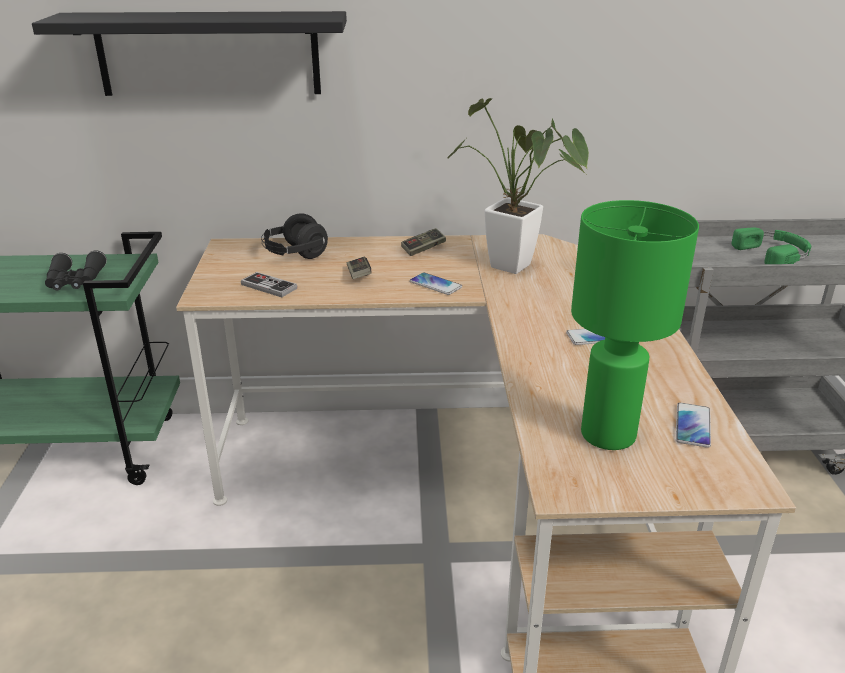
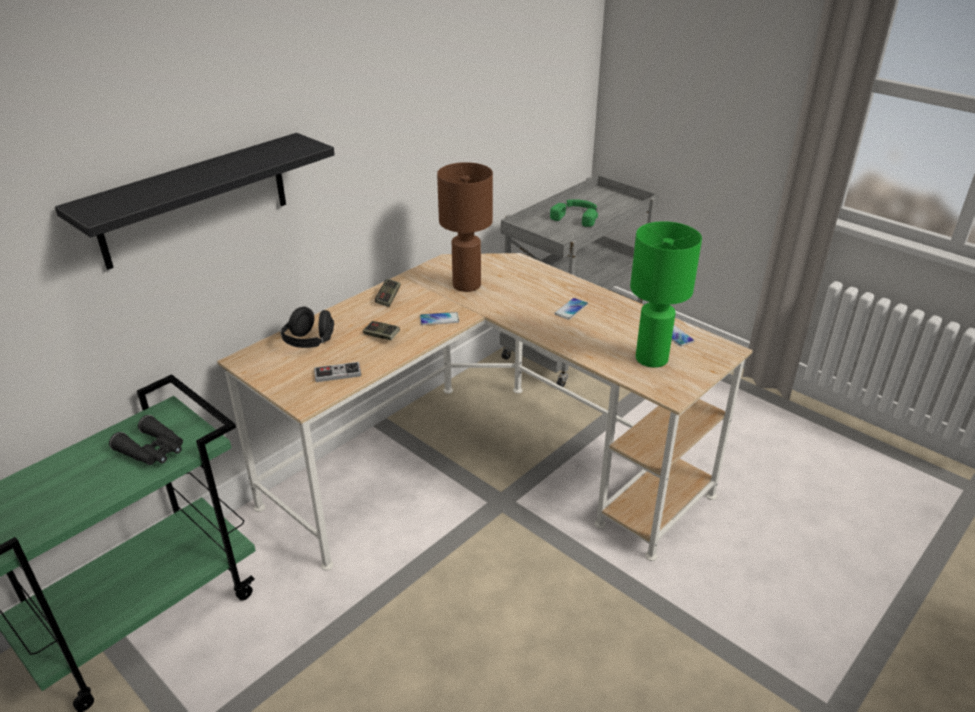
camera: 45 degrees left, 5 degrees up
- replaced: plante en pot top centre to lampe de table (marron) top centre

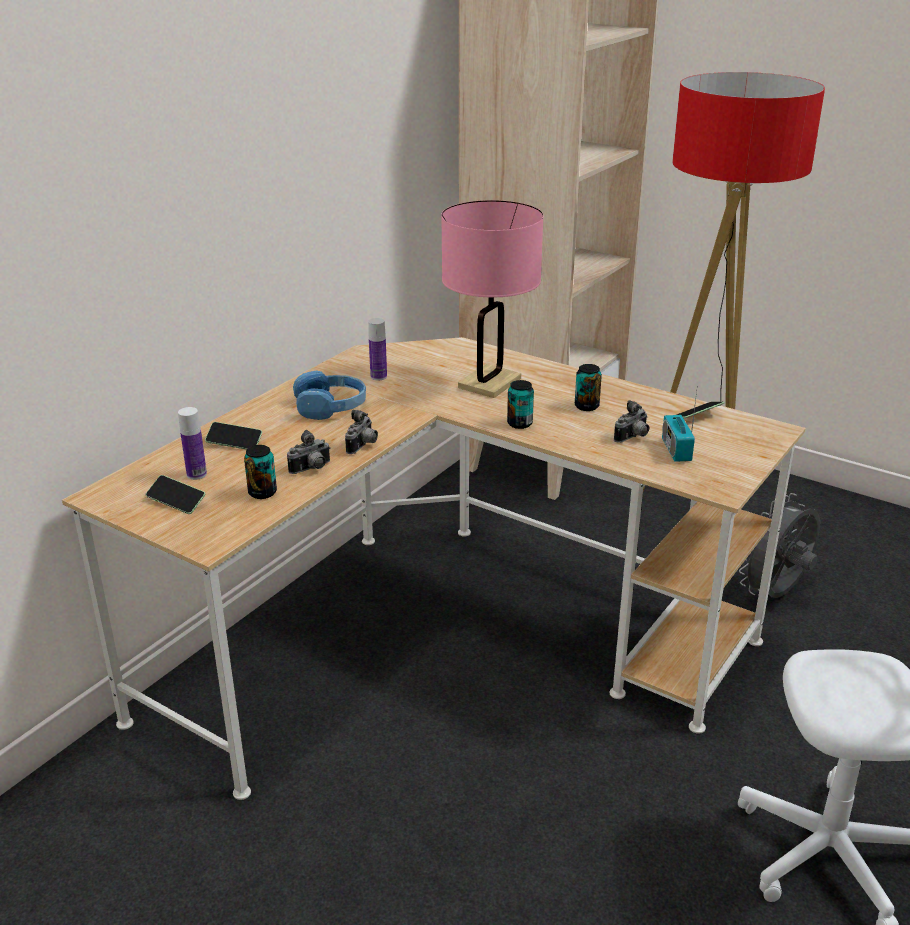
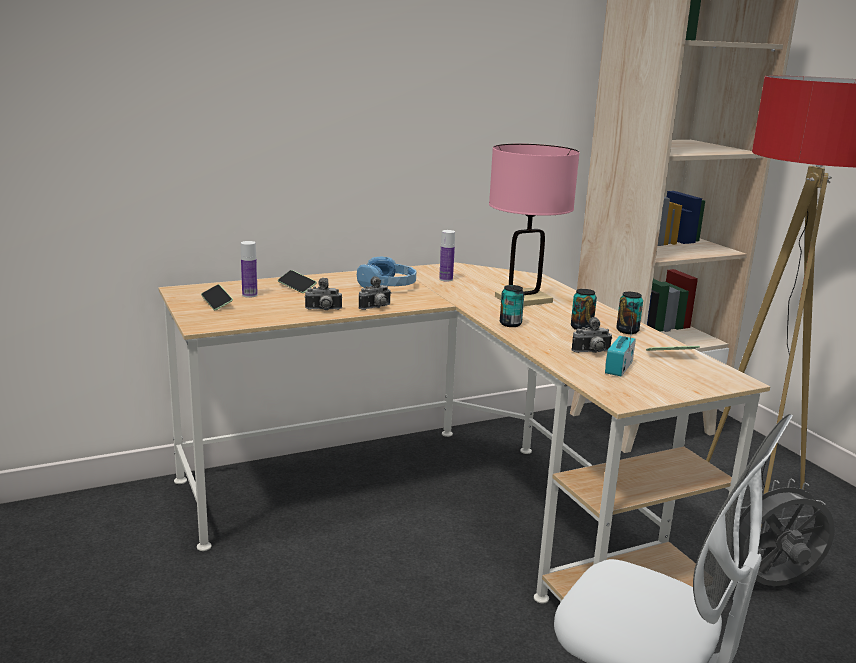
camera: 30 degrees right, 10 degrees down
- moved: boîte métallique (1st from left in the first image) middle left to boîte métallique (3rd from left) middle right

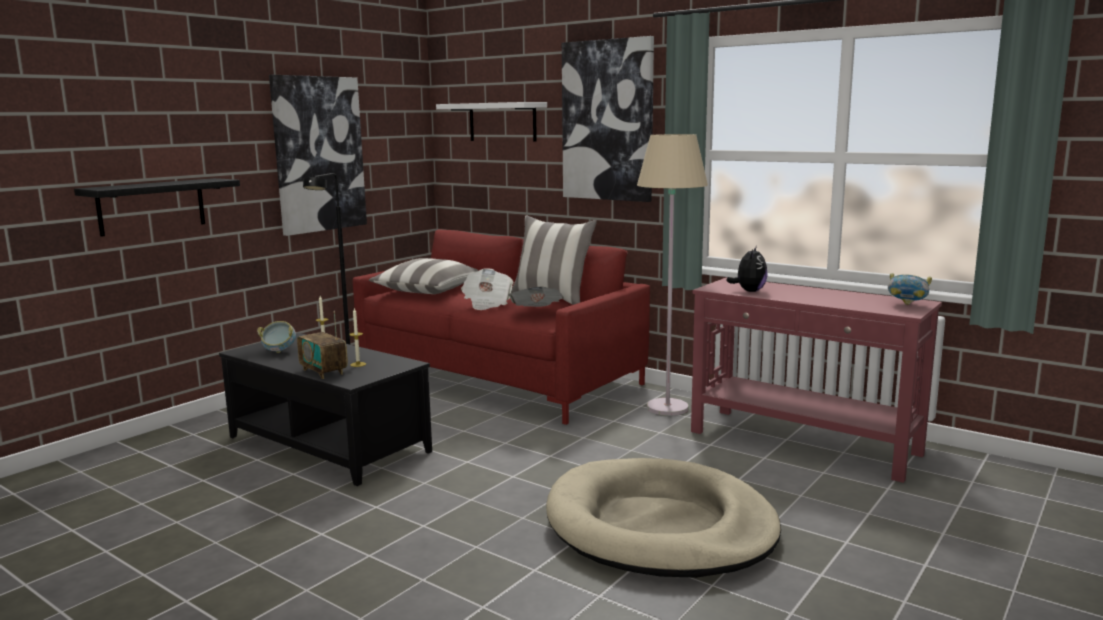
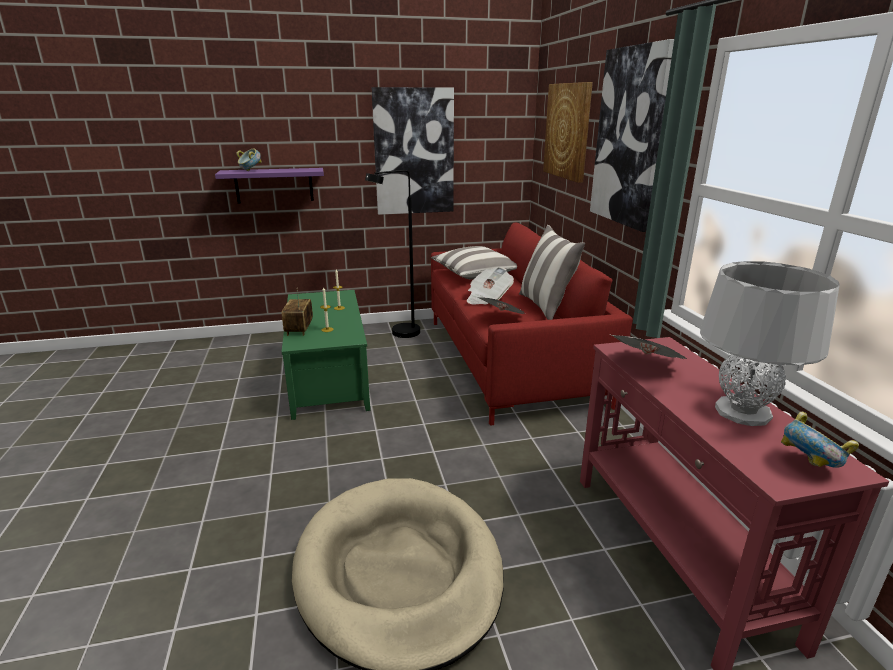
camera: 40 degrees right, 10 degrees up
- removed: lampadaire (beige) centre
- added: lampe de table (gris) middle right
- moved: bol (1st from left) middle left to top left
- replaced: étagère (blanc) top centre to tableau (2nd from left) top centre
- replaced: peluche middle right to journal (3rd from left) middle right
- recoloured: étagère (noir) middle left to étagère (violet) top left
- recoloured: table basse (noir) middle left to table basse (vert) centre

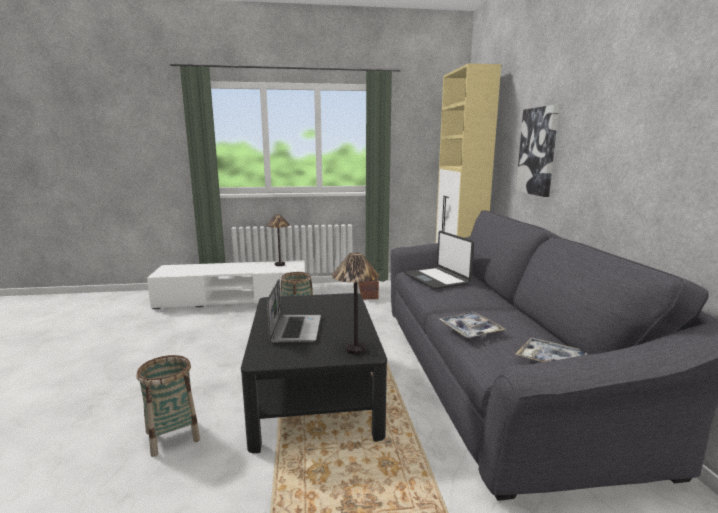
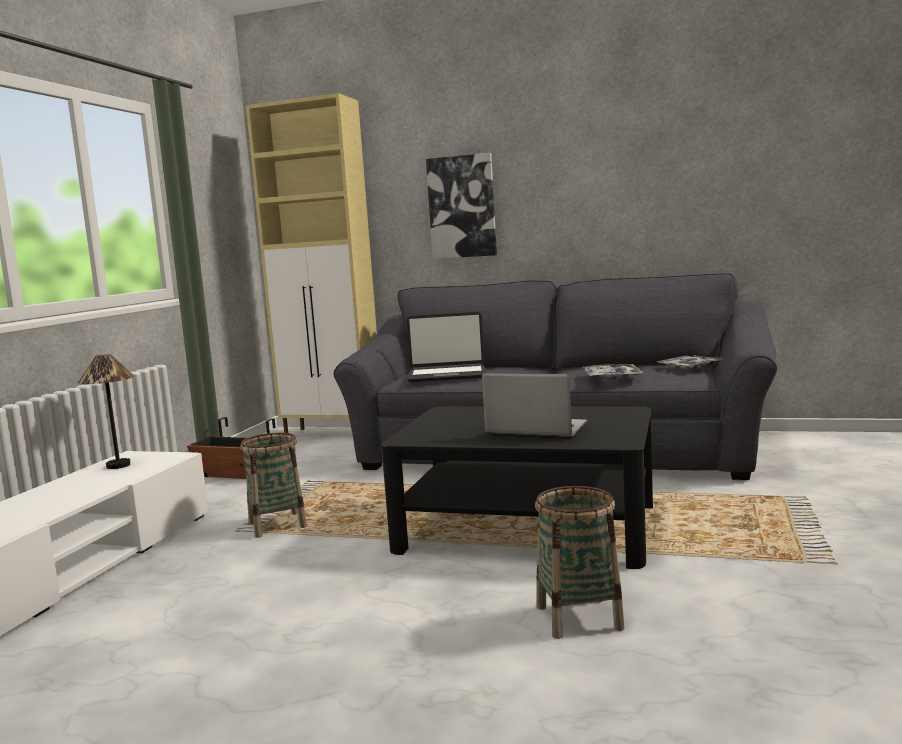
camera: 65 degrees left, 5 degrees down
- removed: lampe de table (2nd from left) centre

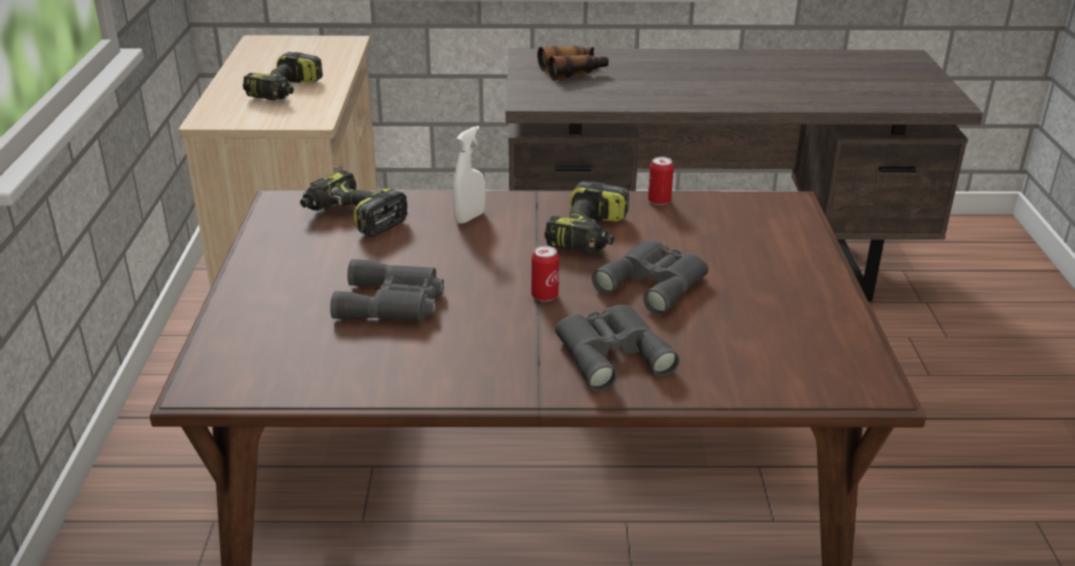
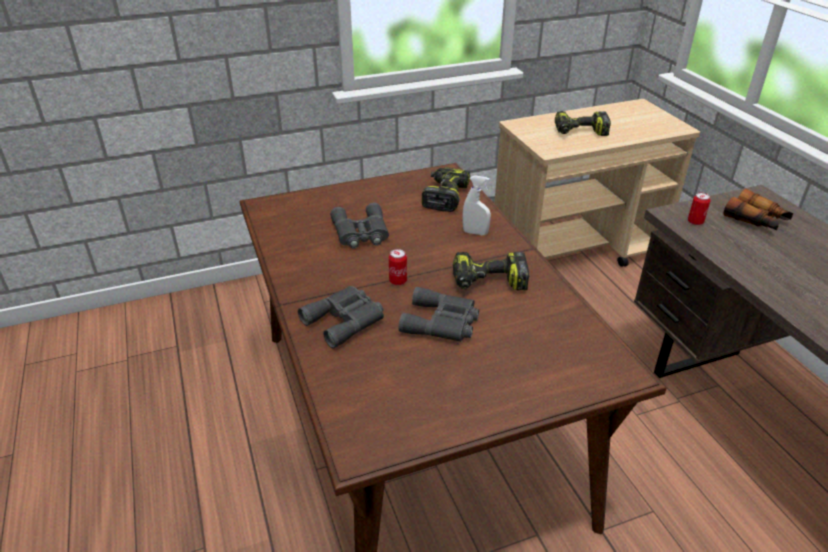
camera: 70 degrees right, 5 degrees up
- moved: boîte métallique (2nd from left) top centre to middle right

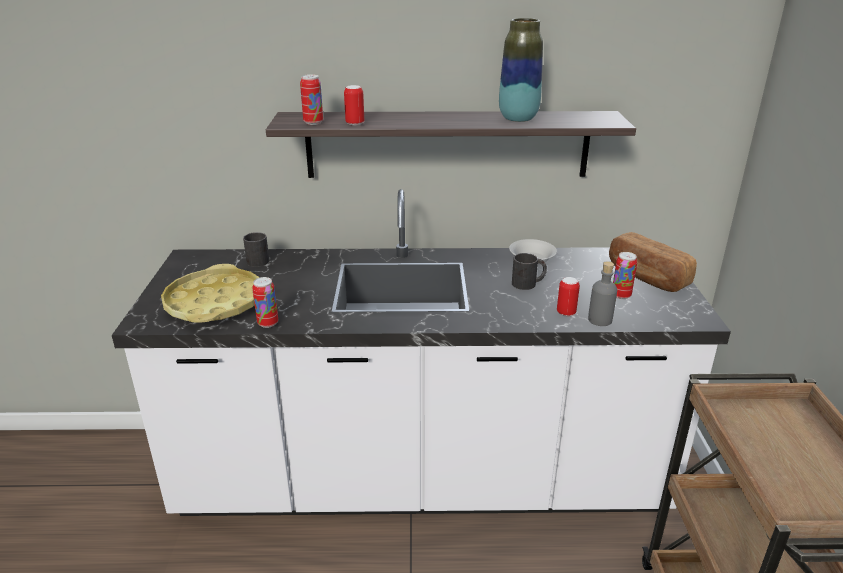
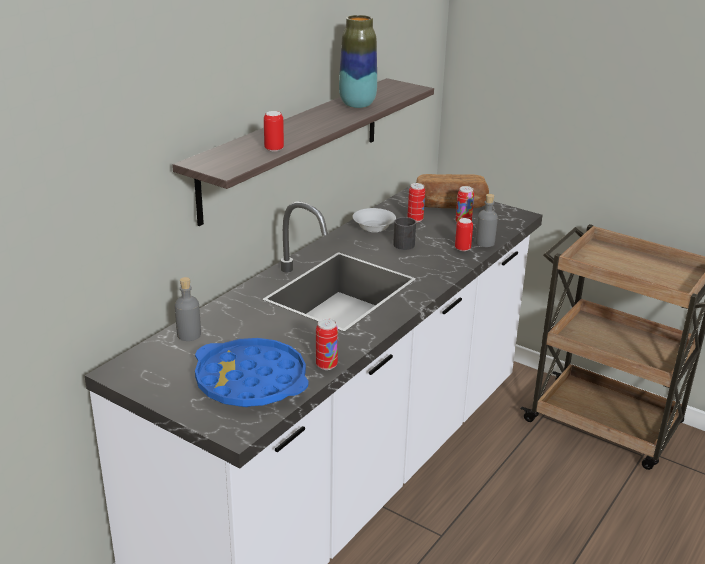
camera: 55 degrees left, 0 degrees up
- moved: boîte métallique (2nd from left in the first image) top centre to boîte métallique (3rd from left) centre
- replaced: mug (noir) (1st from left) middle left to bouteille (gris) (1st from left) middle left
- recoloured: plateau (jaune) middle left to plateau (bleu) centre

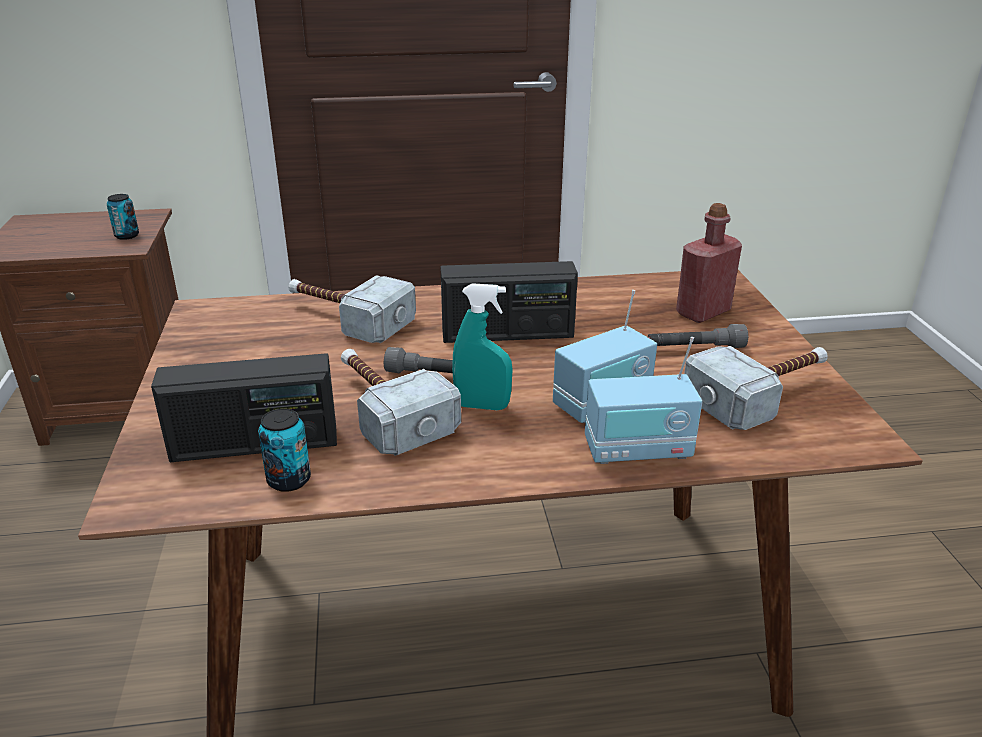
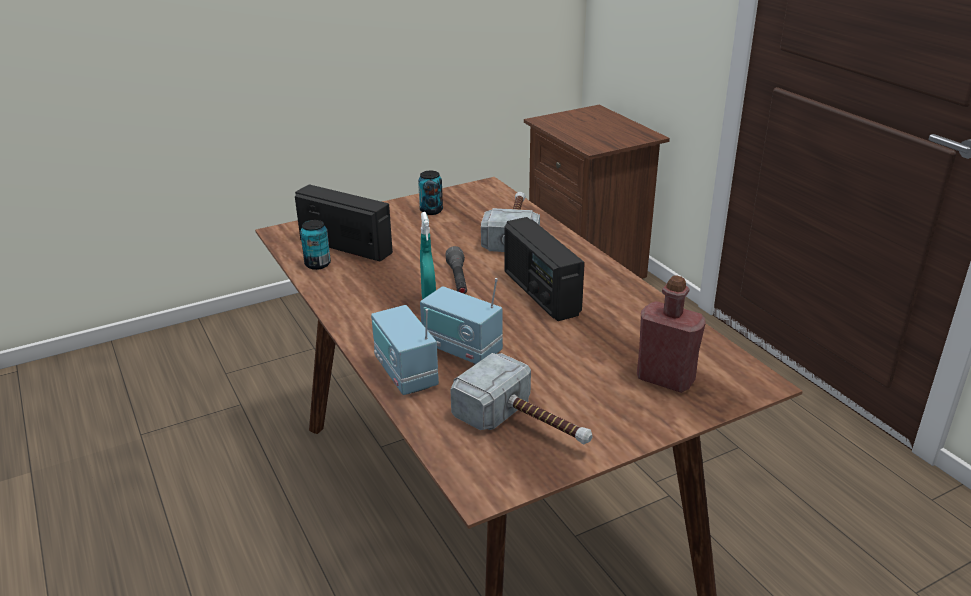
camera: 70 degrees right, 0 degrees up
- removed: marteau (2nd from left) centre
- removed: lampe de poche (gris) (2nd from left) middle right
- moved: boîte métallique (1st from left in the first image) top left to boîte métallique (2nd from left) top centre
- turned: radio (1st from left) middle left = centre 150 degrees clockwise

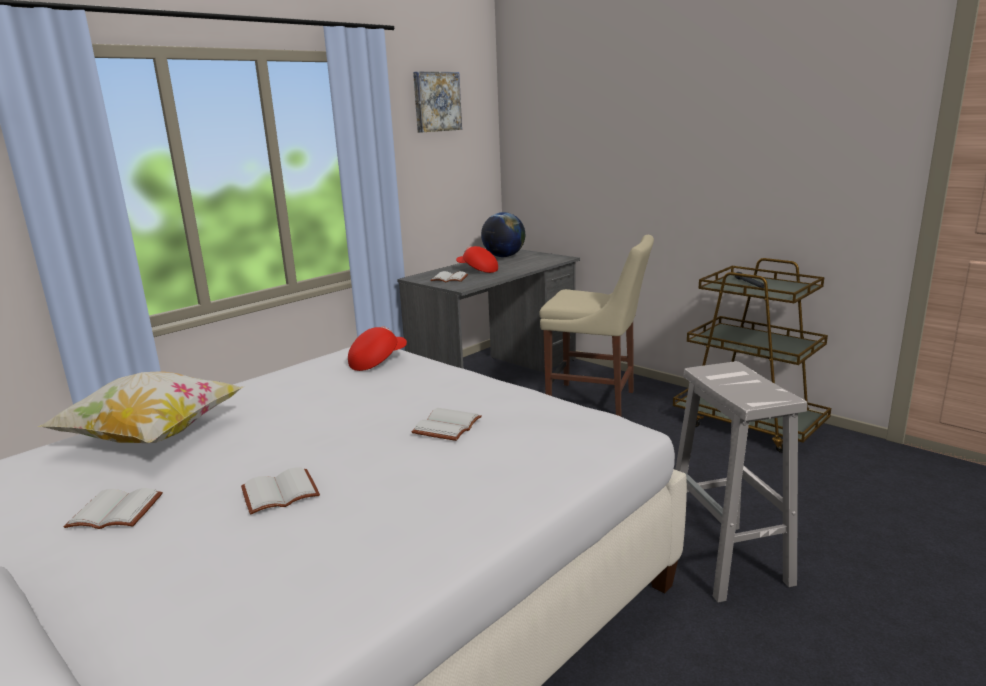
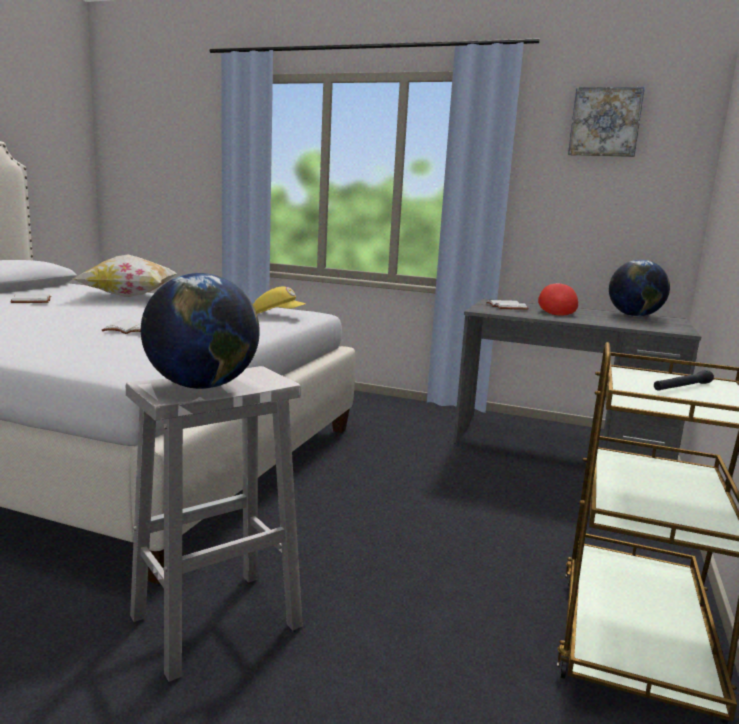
camera: 65 degrees right, 5 degrees down
- removed: livre (blanc) (2nd from left) bottom left
- removed: chaise (beige) centre
- added: globe (1st from left) middle left
- recoloured: casquette (rouge) (1st from left) centre to casquette (jaune) centre

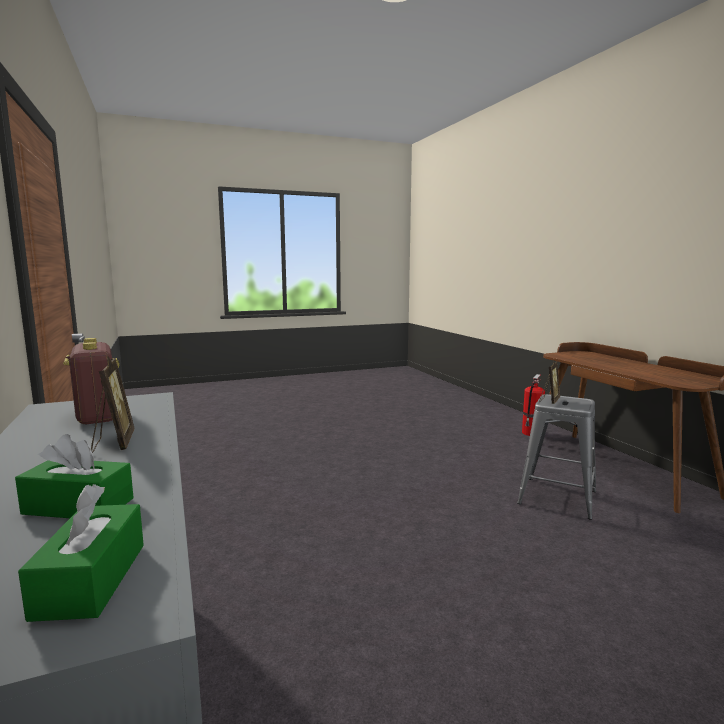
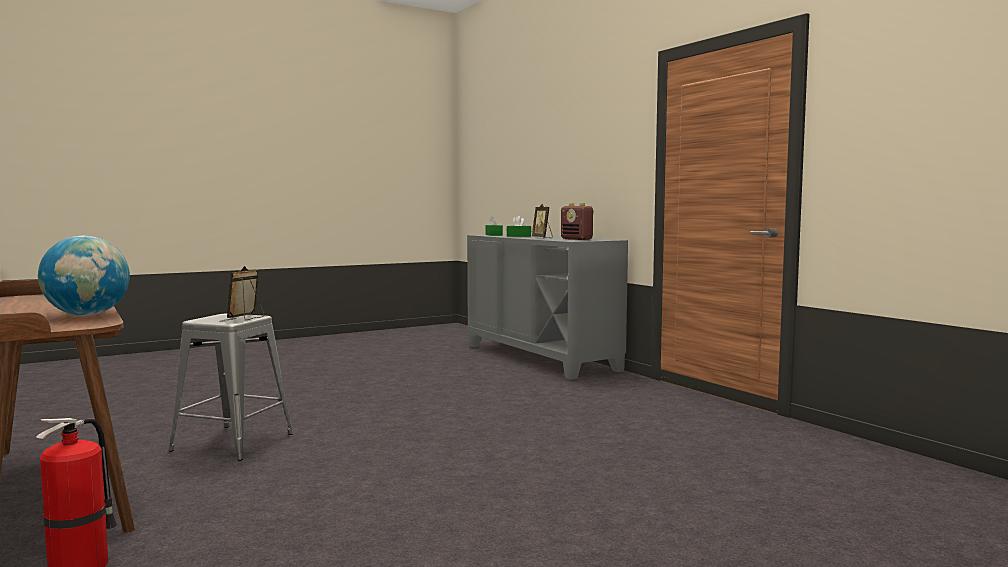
camera: 170 degrees right, 5 degrees down
- added: globe middle left

